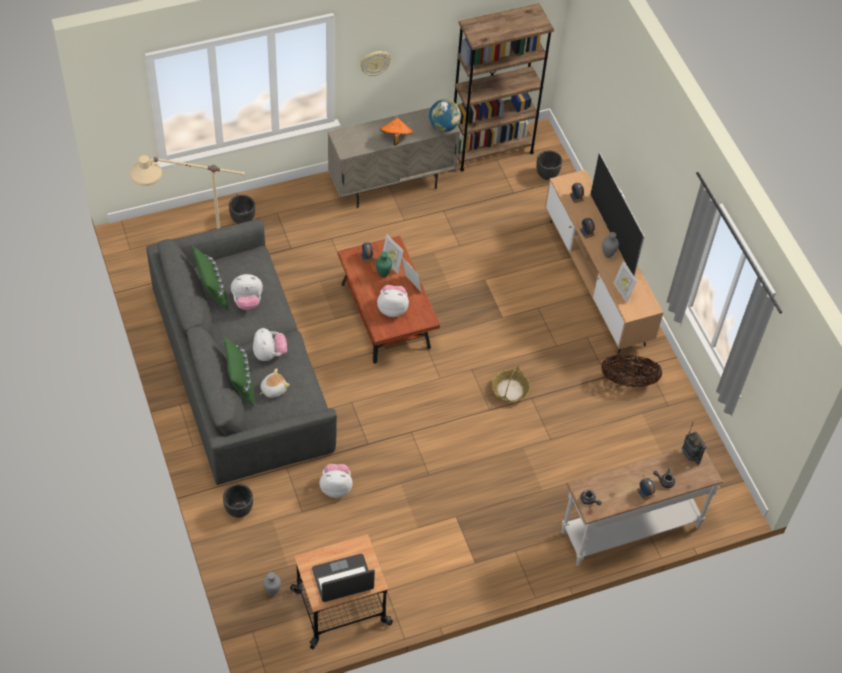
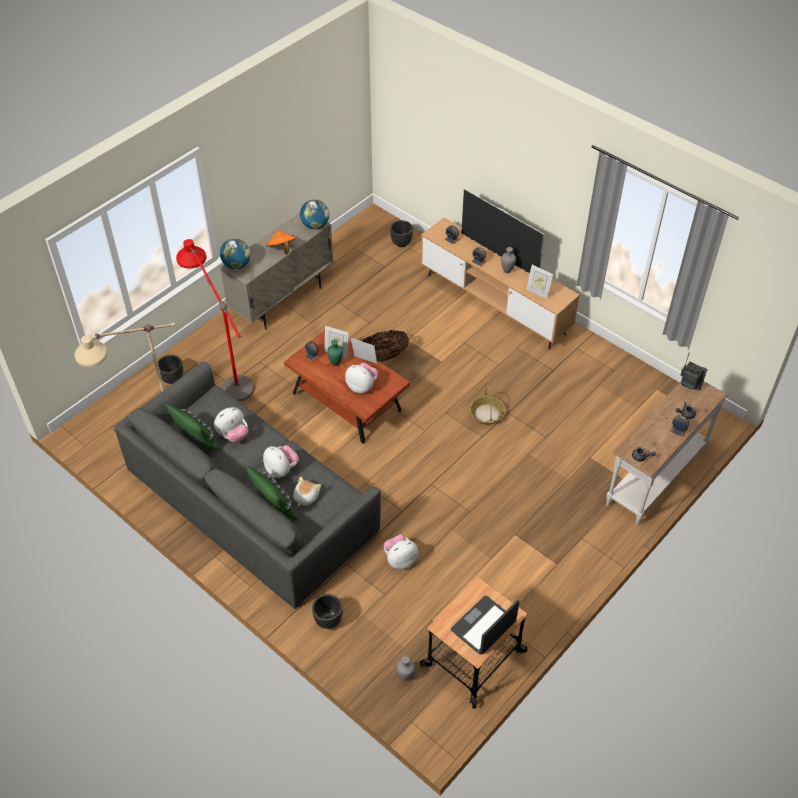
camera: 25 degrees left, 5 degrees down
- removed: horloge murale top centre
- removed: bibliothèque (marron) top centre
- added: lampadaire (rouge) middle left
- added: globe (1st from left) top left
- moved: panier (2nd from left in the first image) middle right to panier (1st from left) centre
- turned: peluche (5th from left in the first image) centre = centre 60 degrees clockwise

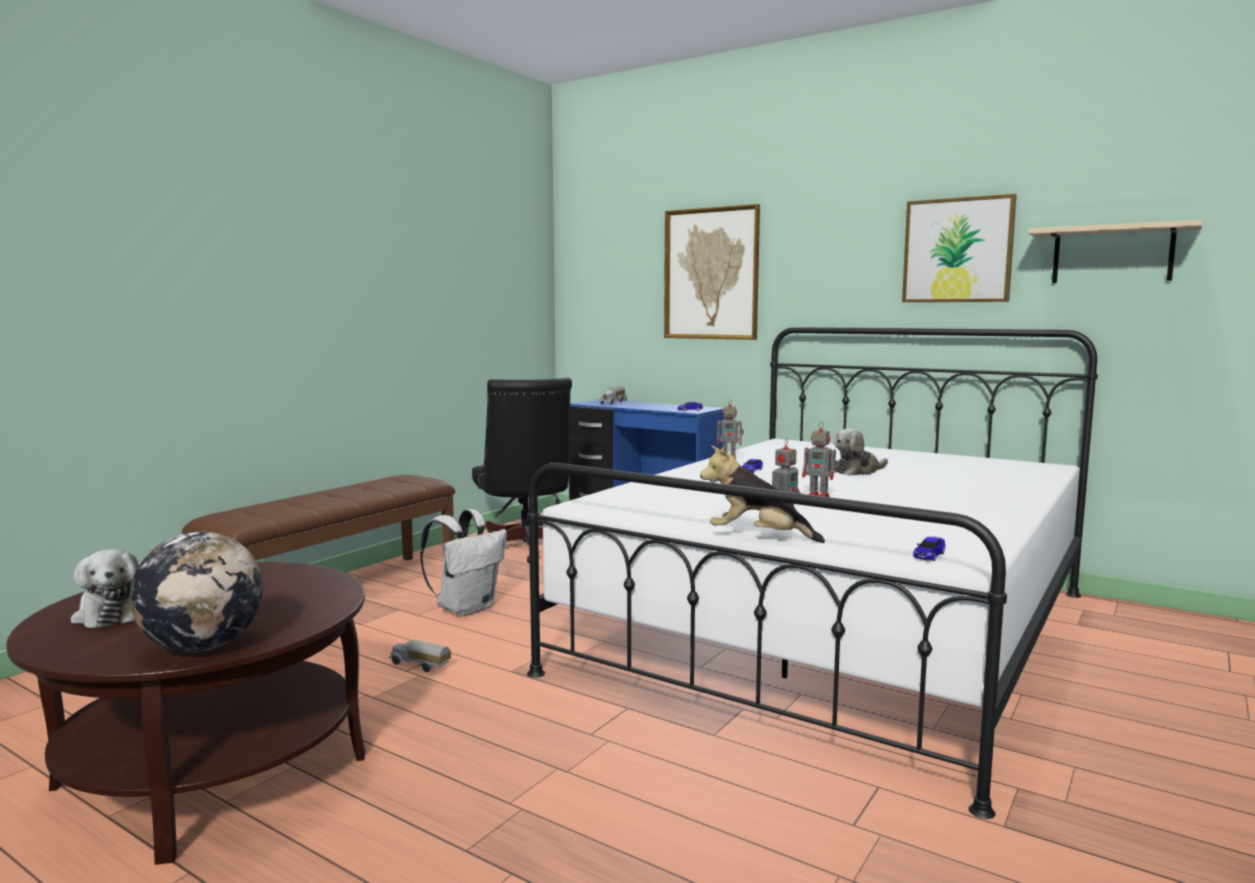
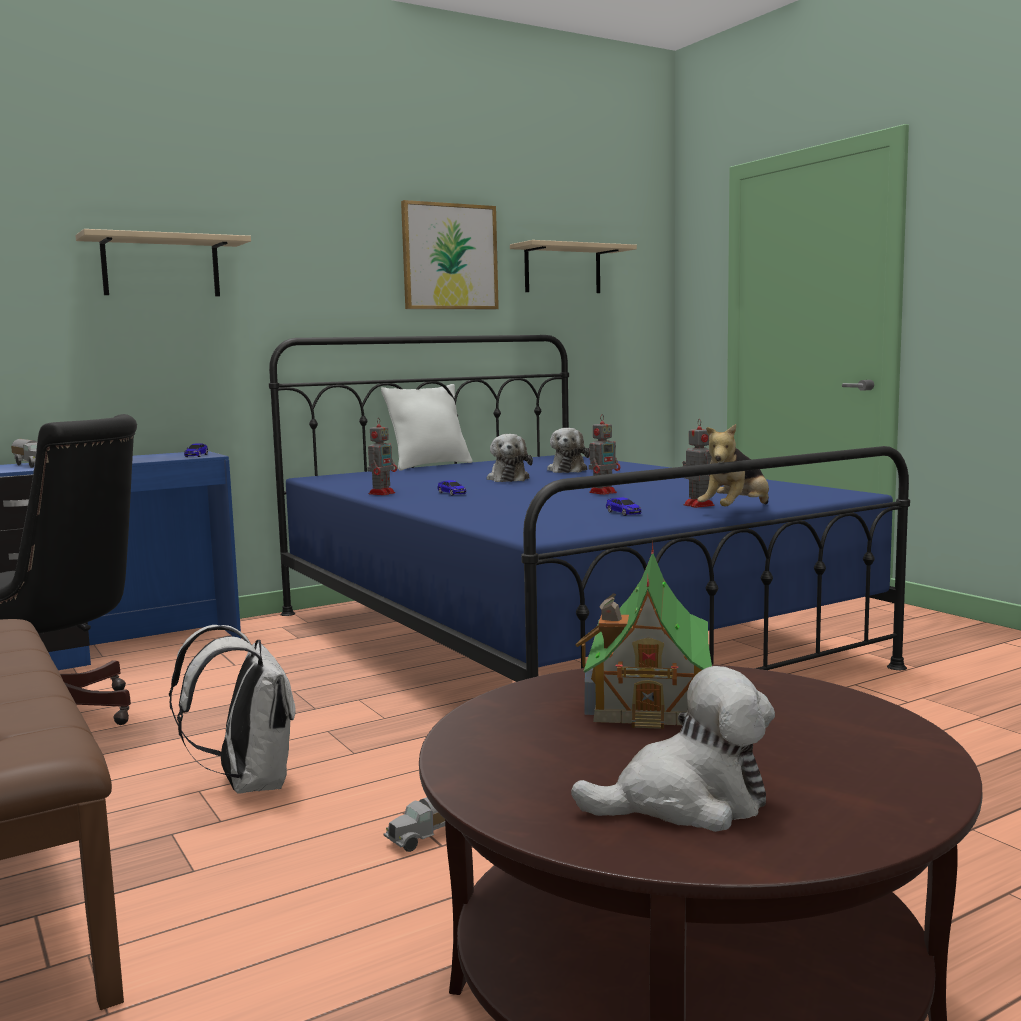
camera: 65 degrees left, 0 degrees up
- removed: globe bottom left
- added: coussin (blanc) centre
- added: peluche (2nd from left) centre
- added: maison miniature centre
- moved: petite voiture (3rd from left) middle right to centre
- replaced: tableau (1st from left) top centre to étagère (beige) (1st from left) top left
- recoloured: lit (blanc) centre to lit (bleu) centre

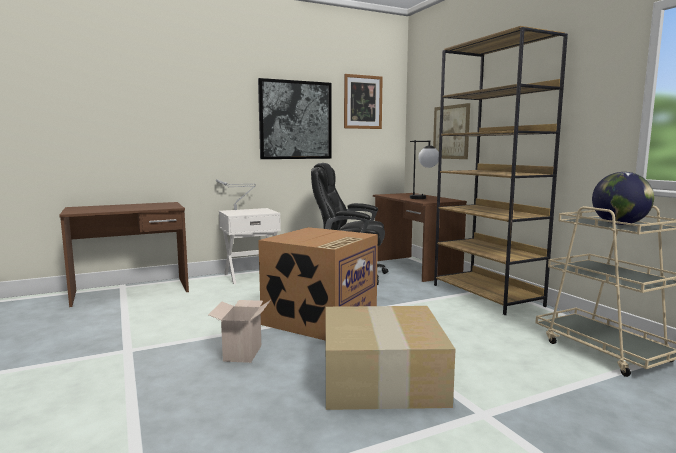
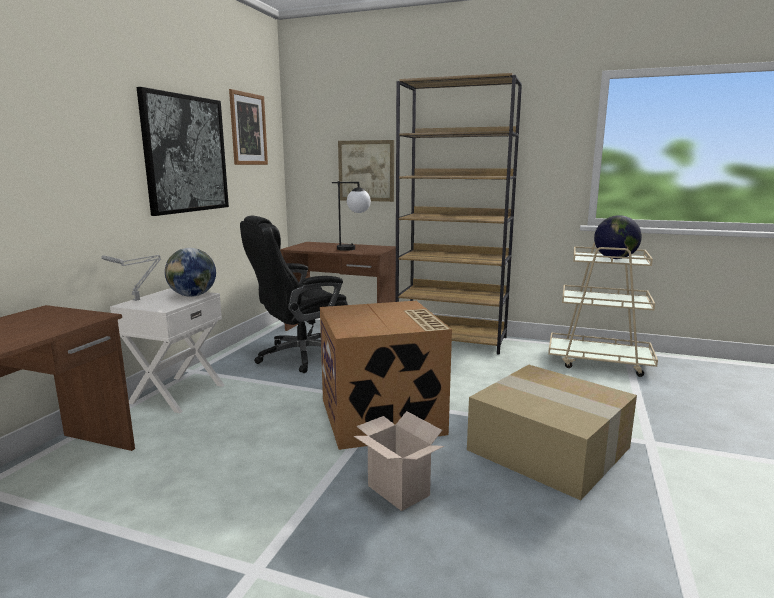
camera: 45 degrees left, 5 degrees up
- added: globe (1st from left) middle left

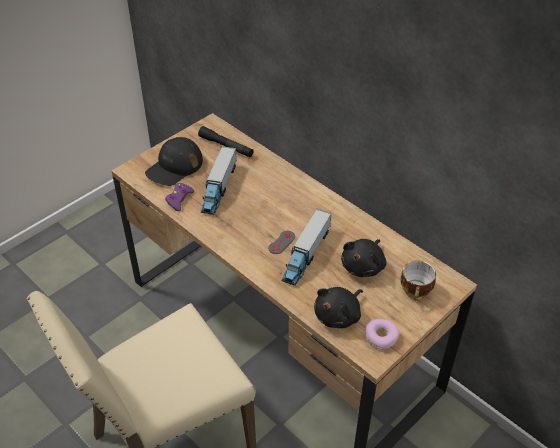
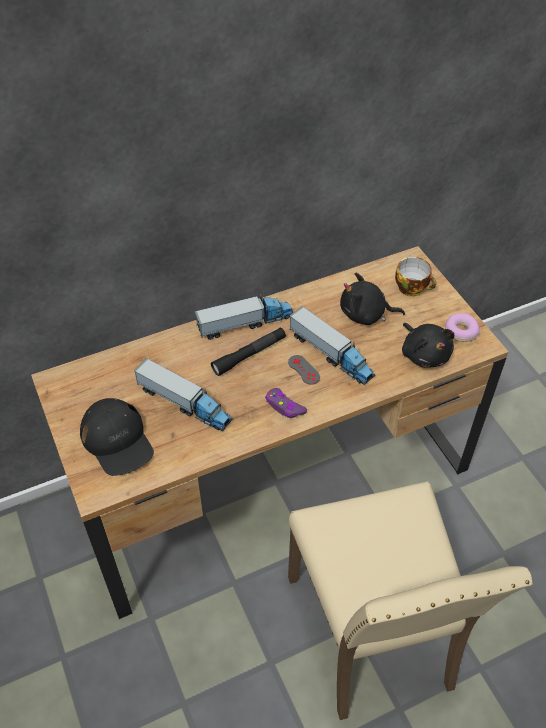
camera: 70 degrees left, 5 degrees up
- added: camion jouet (2nd from left) centre
- moved: manette (violet) middle left to centre
- moved: lampe de poche (noir) top centre to centre
- turned: peluche (noir) (2nd from left in the first image) centre = middle right 135 degrees clockwise

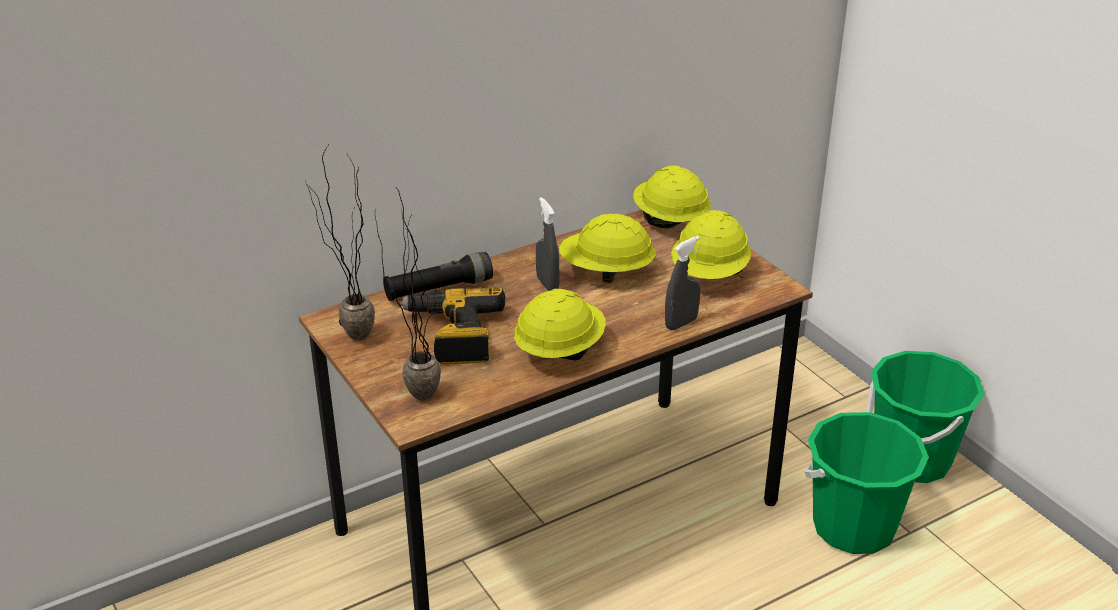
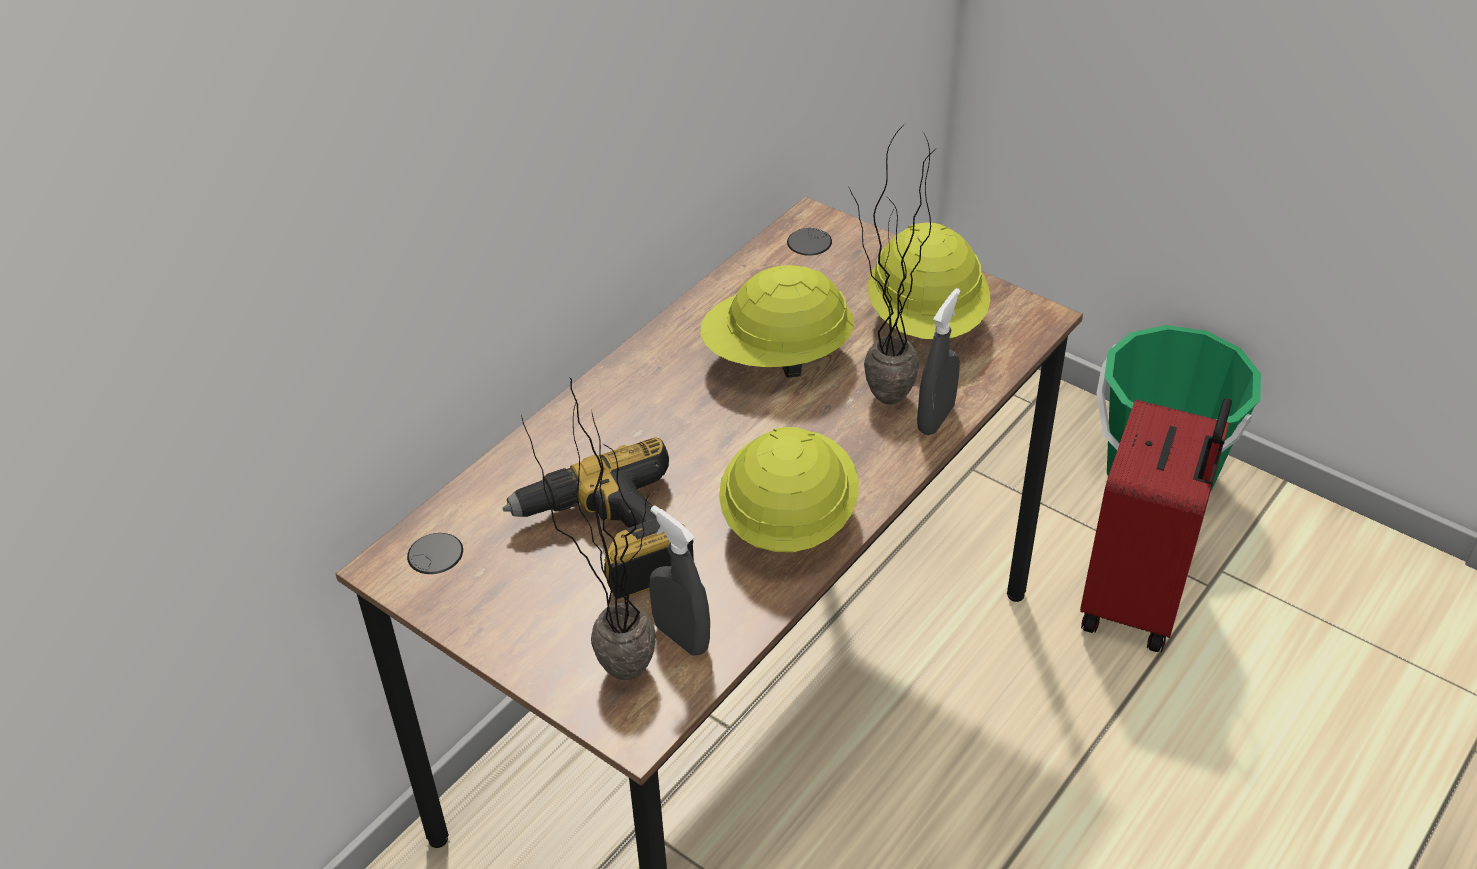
camera: 20 degrees left, 10 degrees up
- removed: lampe de poche (noir) centre
- removed: casque de chantier (jaune) (3rd from left) top centre
- moved: plante en pot (1st from left in the first image) middle left to plante en pot (2nd from left) top centre
- moved: vaporisateur (gris) (1st from left) centre to bottom centre
- replaced: seau (vert) (1st from left) bottom right to valise (rouge) middle right

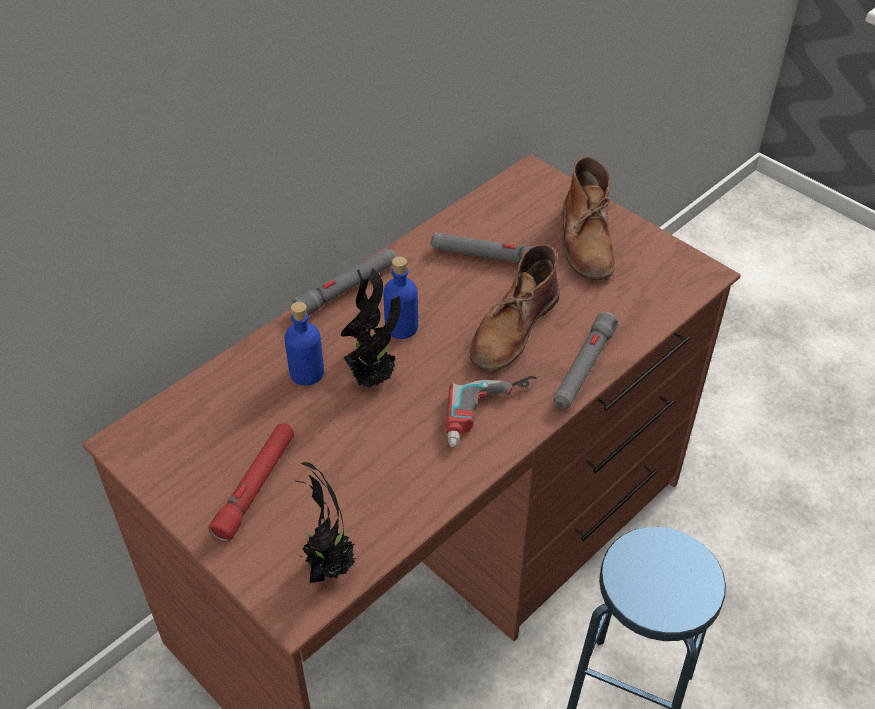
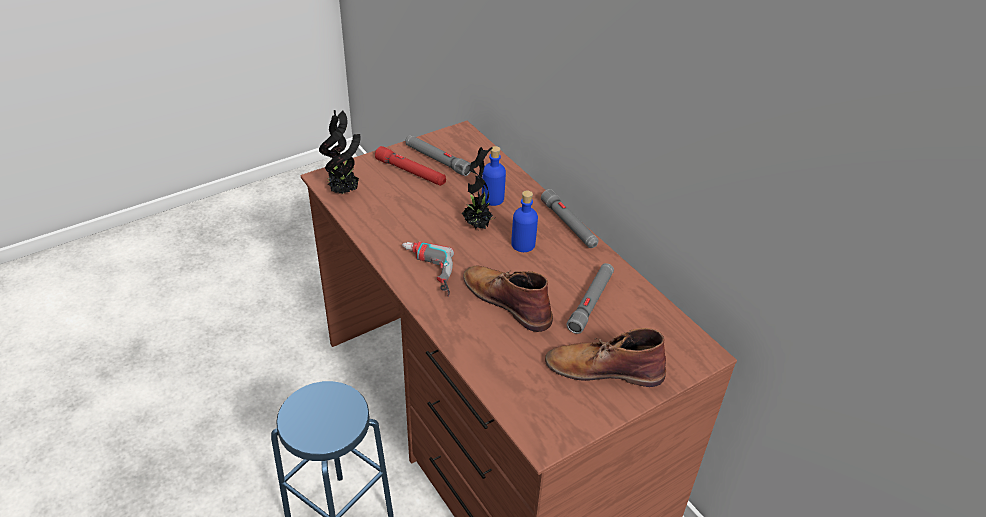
camera: 100 degrees right, 5 degrees down
- moved: lampe de poche (gris) (3rd from left in the first image) middle right to lampe de poche (gris) (1st from left) top centre

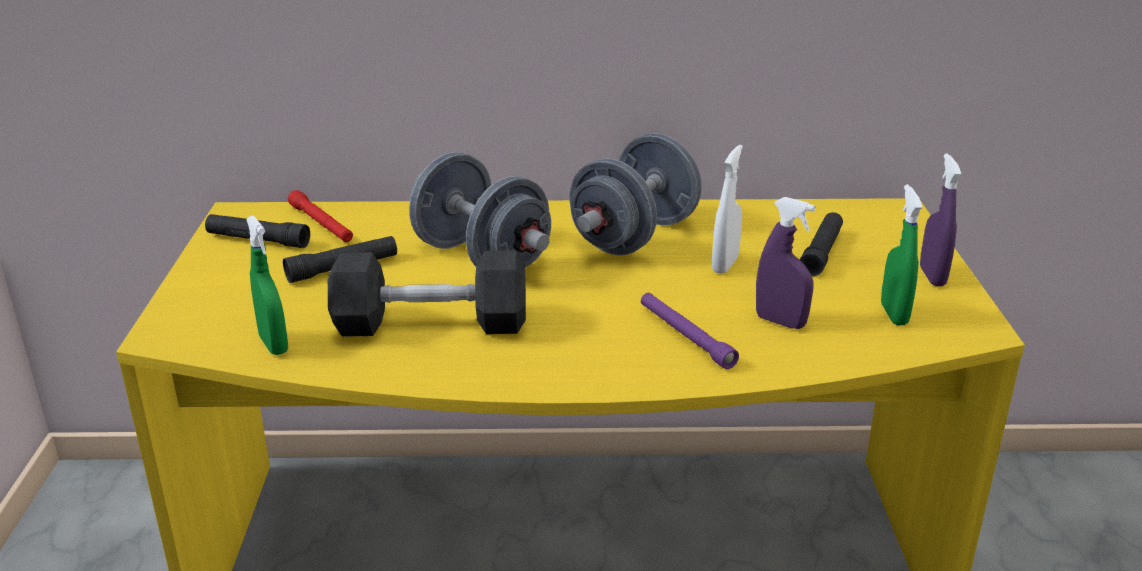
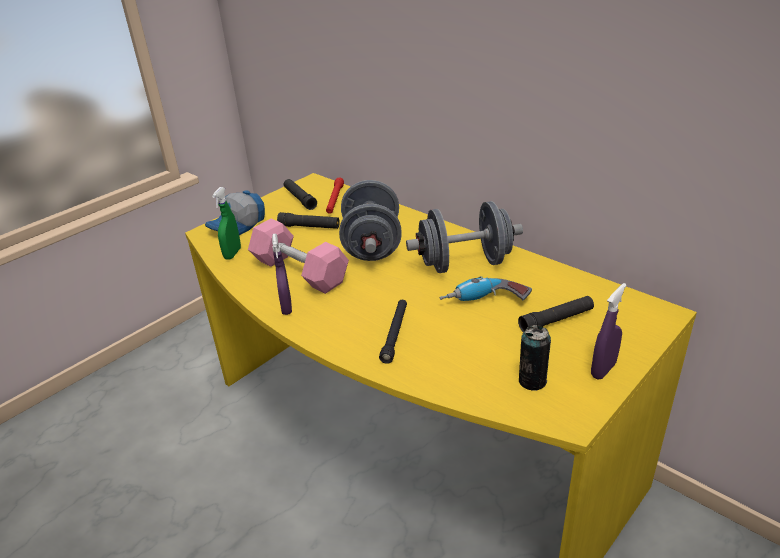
camera: 45 degrees right, 5 degrees up
- added: casquette middle left
- moved: vaporisateur (violet) (1st from left) middle right to centre
- replaced: vaporisateur (blanc) centre to perceuse centre
- replaced: vaporisateur (vert) (2nd from left) middle right to boîte métallique middle right
- recoloured: haltère (gris) (1st from left) centre to haltère (rose) centre
- recoloured: lampe de poche (violet) centre to lampe de poche (noir) (3rd from left) centre

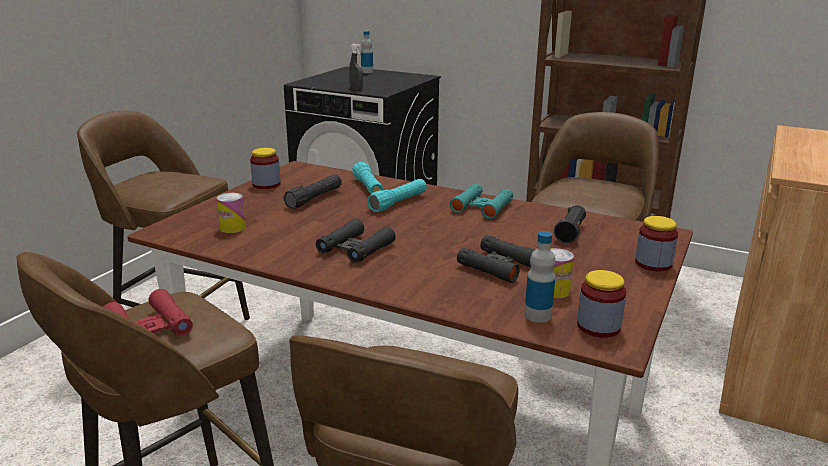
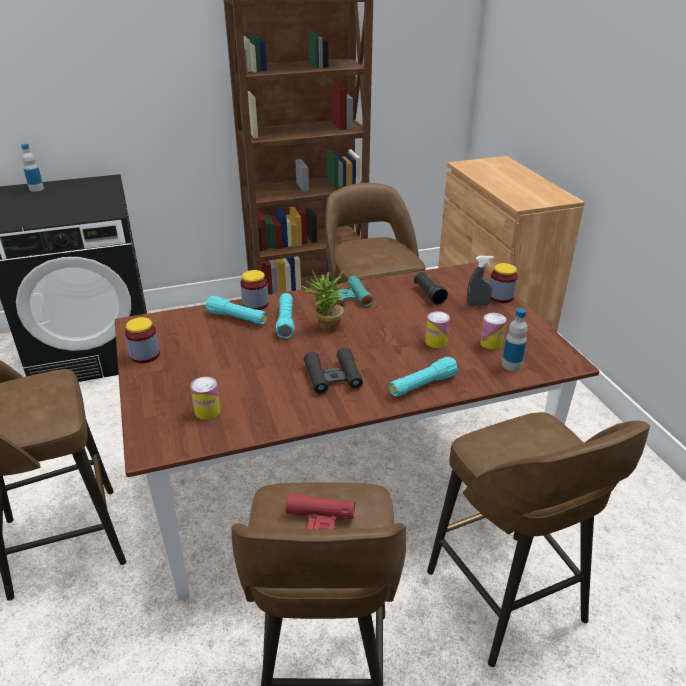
camera: 45 degrees left, 10 degrees up
- removed: lampe de poche (noir) (1st from left) centre
- added: plante en pot centre
- added: lampe de poche (turquoise) (3rd from left) centre
- moved: vaporisateur (gris) top centre to middle right
- moved: bocal (2nd from left) middle right to centre
- replaced: jumelles (noir) (2nd from left) centre to boîte métallique (2nd from left) centre

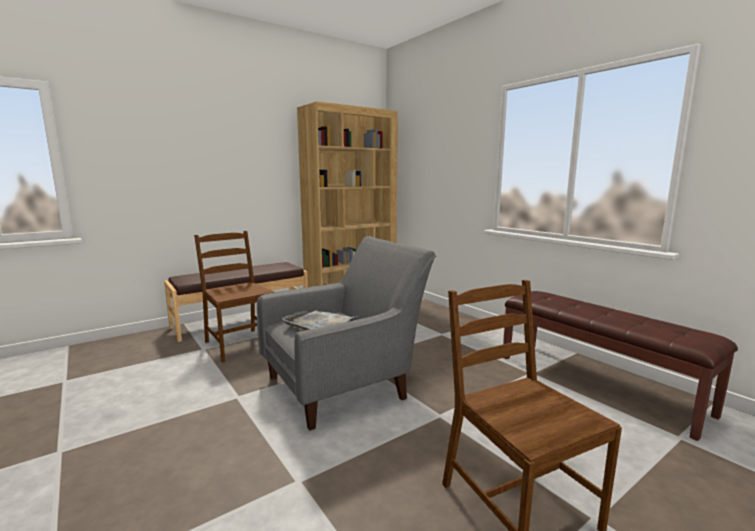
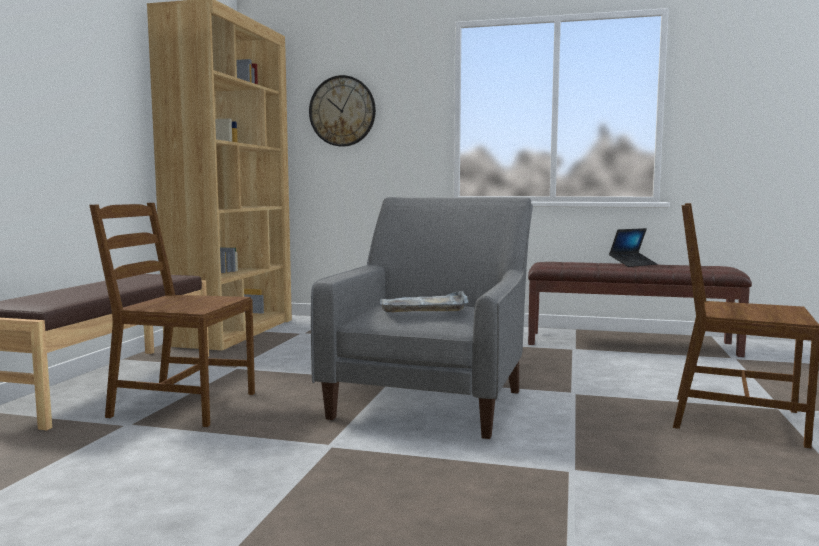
camera: 40 degrees left, 5 degrees down
- added: horloge murale top centre
- added: ordinateur portable middle right

